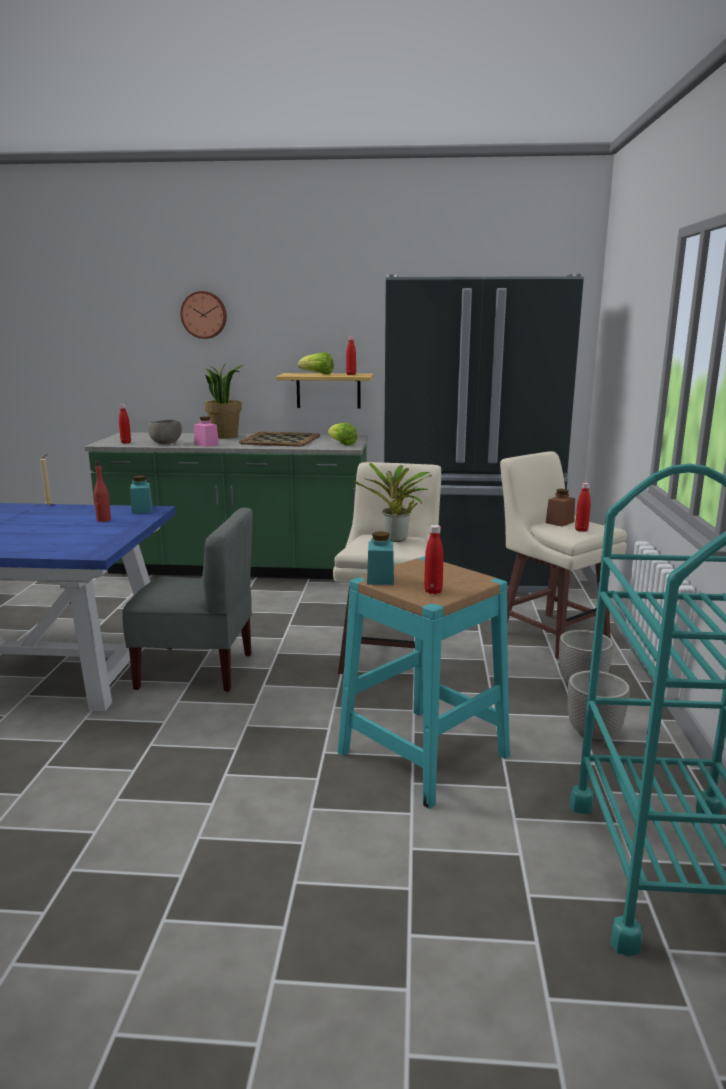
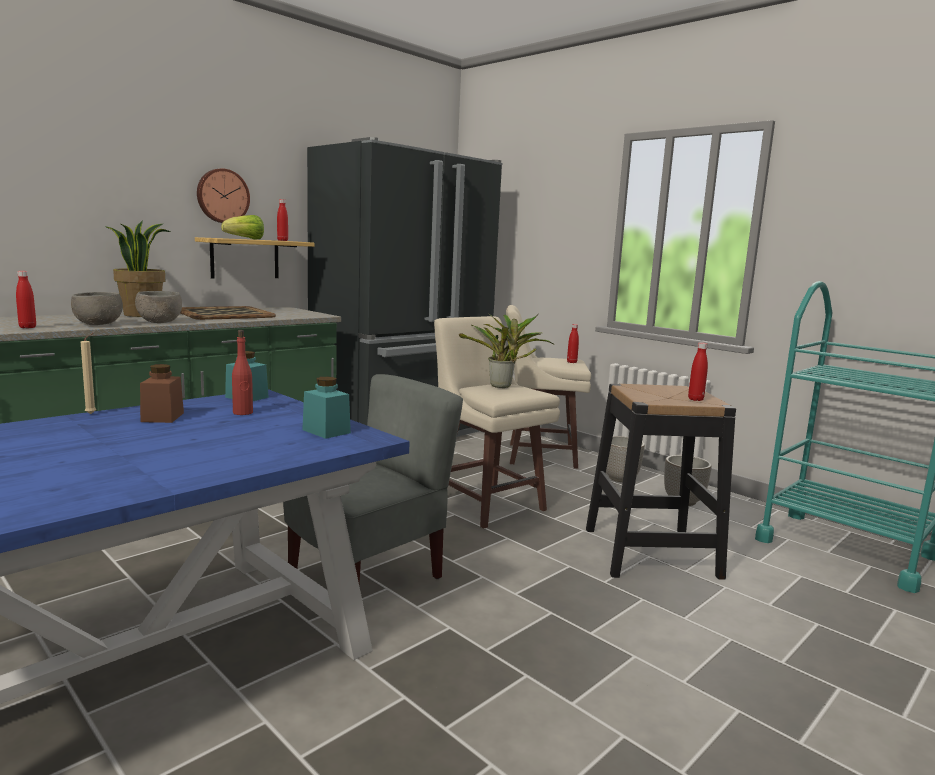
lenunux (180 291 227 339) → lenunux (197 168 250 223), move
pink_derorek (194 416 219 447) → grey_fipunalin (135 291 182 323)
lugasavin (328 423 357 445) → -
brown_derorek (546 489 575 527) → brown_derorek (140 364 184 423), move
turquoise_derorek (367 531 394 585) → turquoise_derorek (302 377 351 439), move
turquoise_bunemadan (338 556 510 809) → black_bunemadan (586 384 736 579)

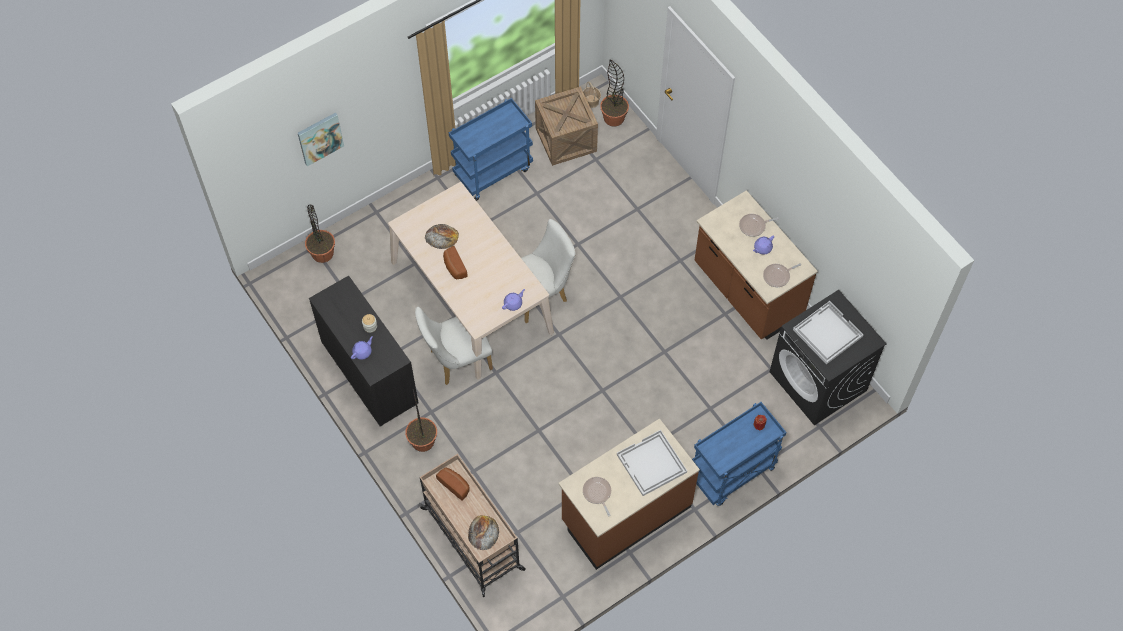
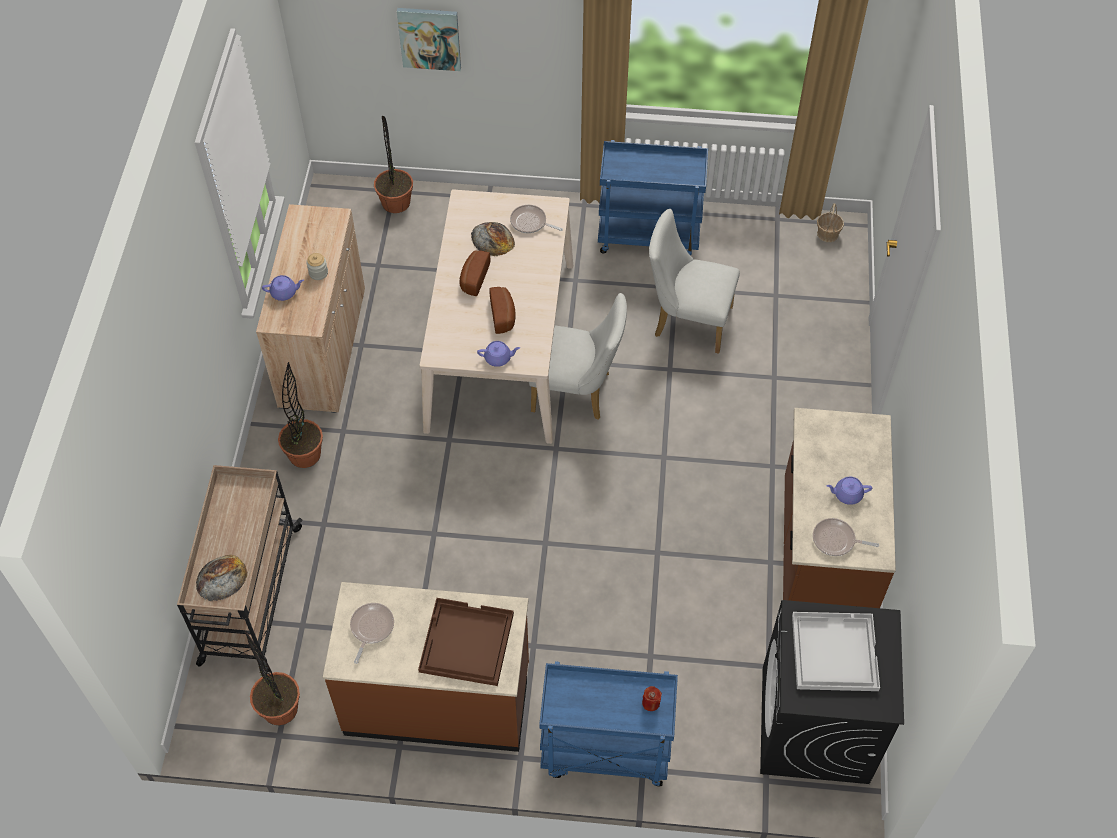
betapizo (600 59 629 127) → betapizo (245 631 300 725), move
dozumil (535 86 598 166) → -
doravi (739 214 779 237) → doravi (510 205 563 233), move
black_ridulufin (309 276 418 427) → beige_ridulufin (256 204 365 413)
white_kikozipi (415 307 493 385) → white_kikozipi (649 209 740 354), move
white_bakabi (617 430 687 496) → brown_bakabi (418 598 514 686)
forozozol (436 468 470 501) → forozozol (489 287 516 334), move

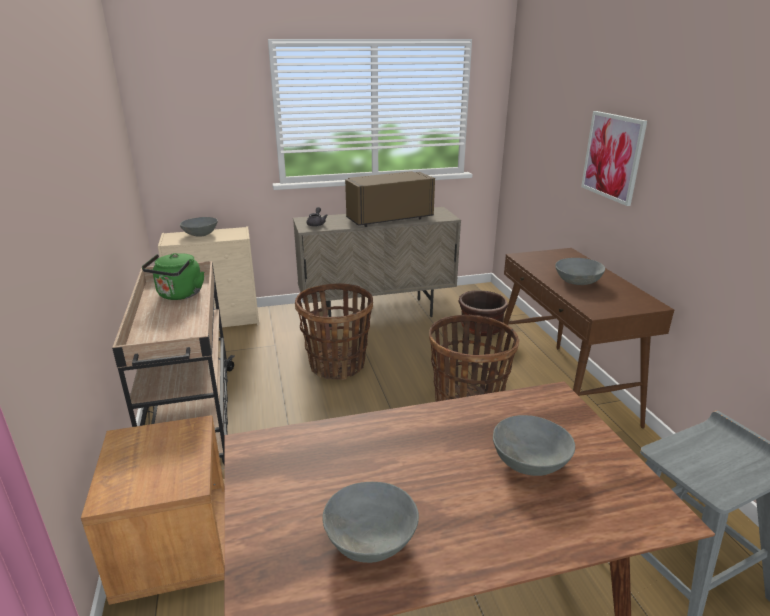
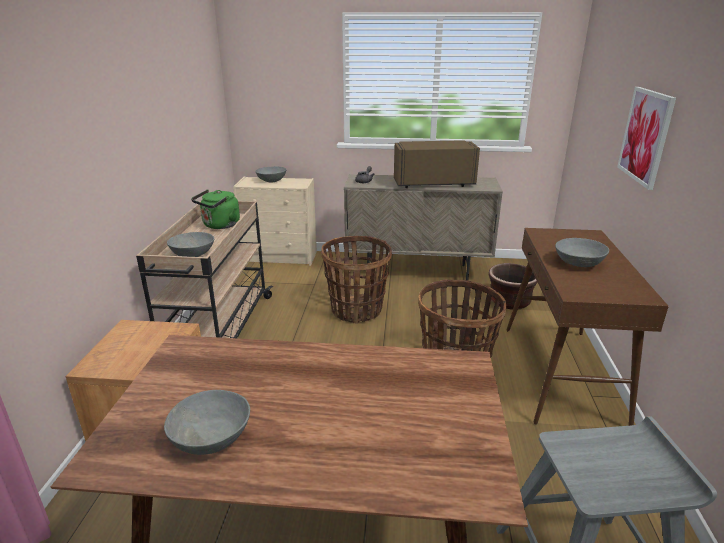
grey_fipunalin (493 415 575 476) → grey_fipunalin (167 232 214 257), move

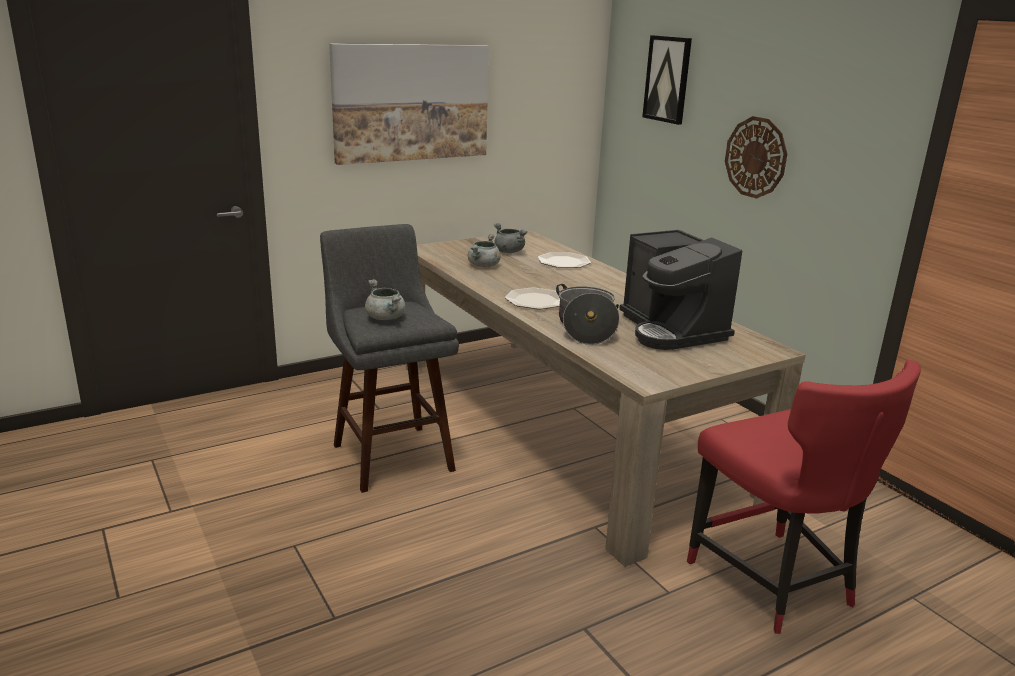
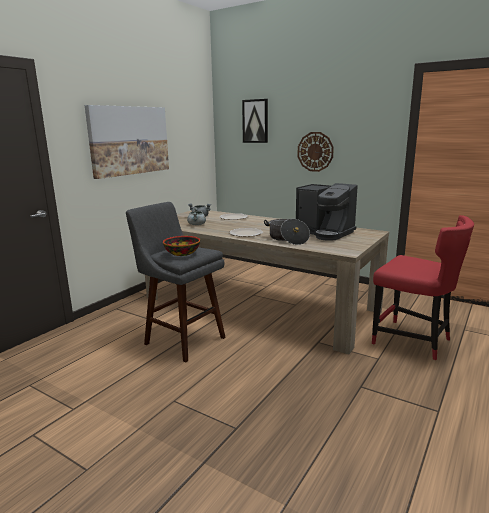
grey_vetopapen (365 279 405 320) → fipunalin (163 236 200 256)

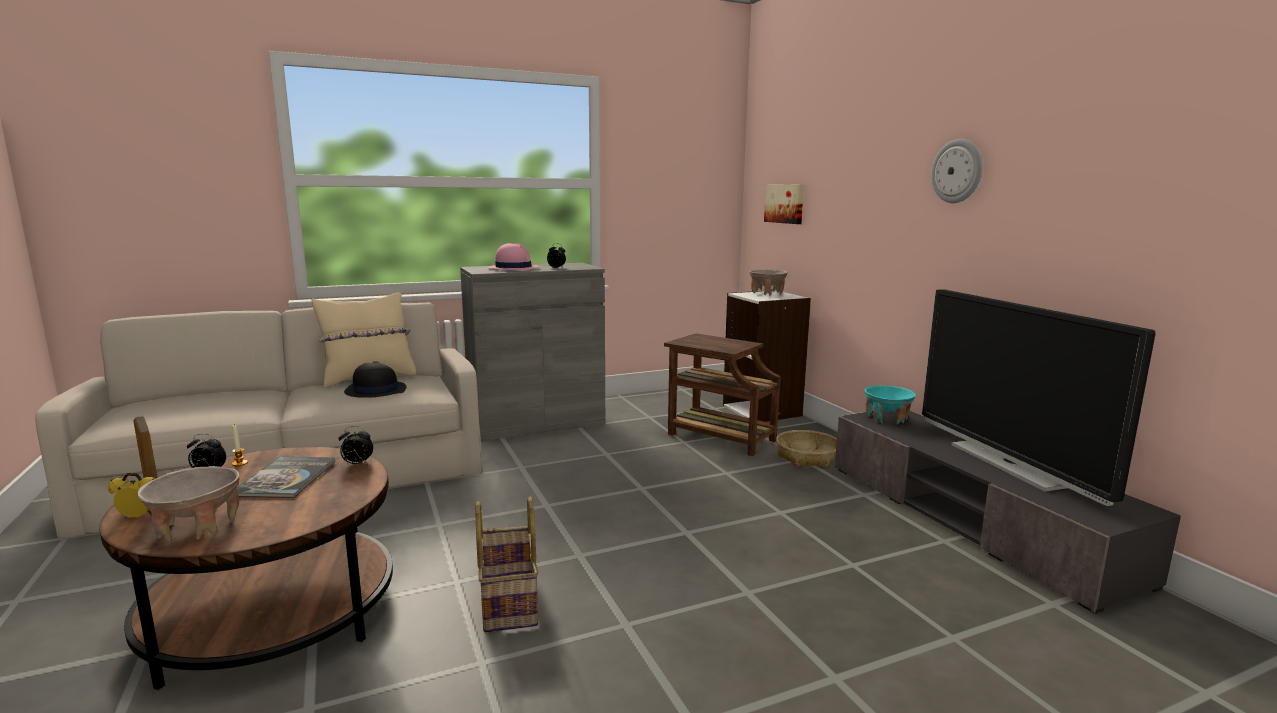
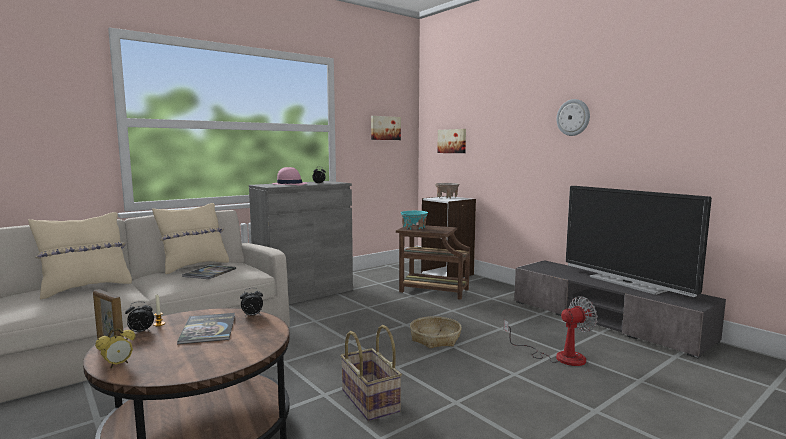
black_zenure (344 361 407 398) → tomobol (182 265 236 279)
turquoise_fipunalin (865 386 916 425) → turquoise_fipunalin (401 211 428 230), move
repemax (776 430 837 467) → repemax (410 316 462 348), move
beige_fipunalin (137 466 239 542) → -
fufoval (108 473 156 517) → fufoval (95 328 135 368), 150 degrees clockwise
- → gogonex (371 116 401 140)
- → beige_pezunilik (28 212 132 300)
- → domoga (504 296 598 366)

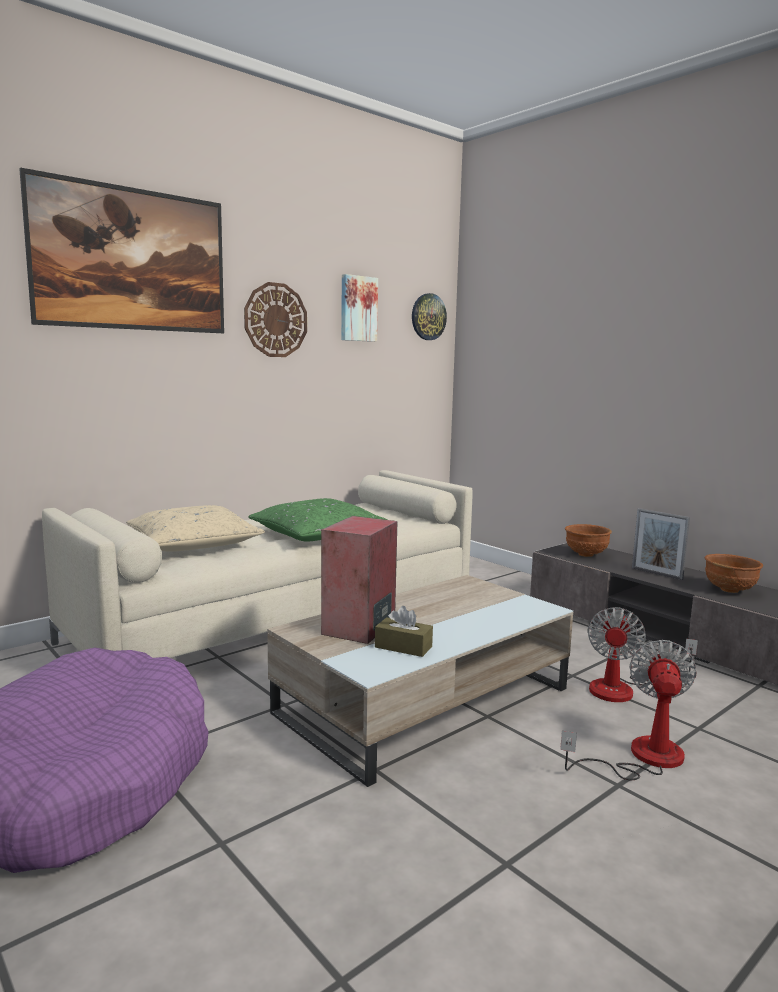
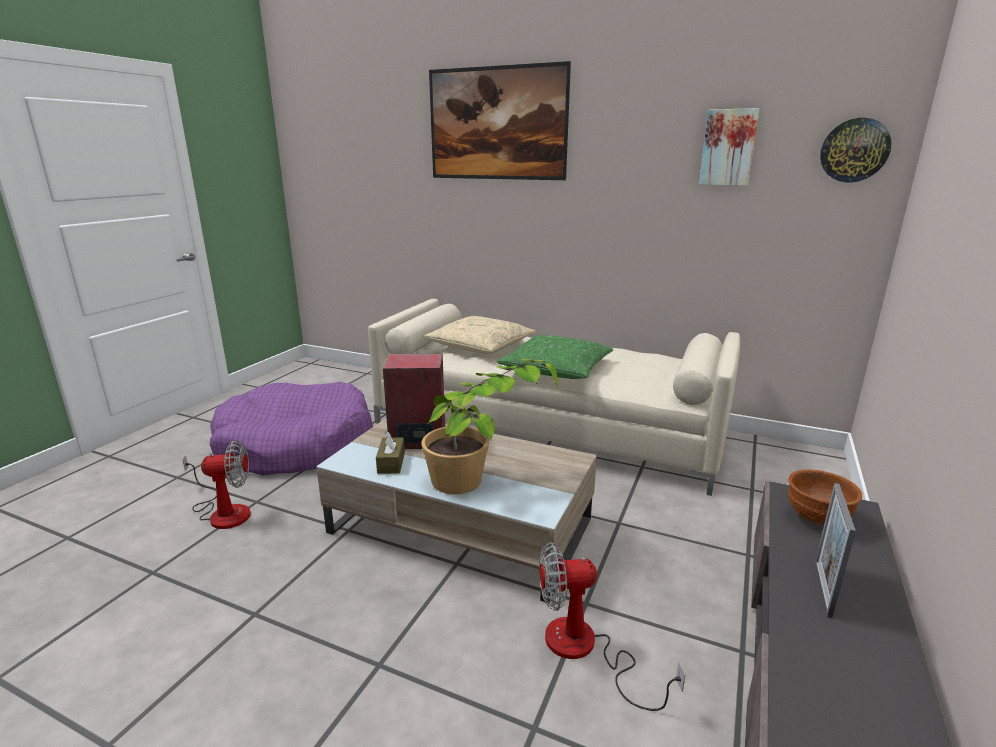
lenunux (244 282 307 357) → -
brown_fipunalin (705 554 763 593) → -
domoga (560 640 697 780) → domoga (182 440 251 529), move
- → betapizo (421 359 558 494)

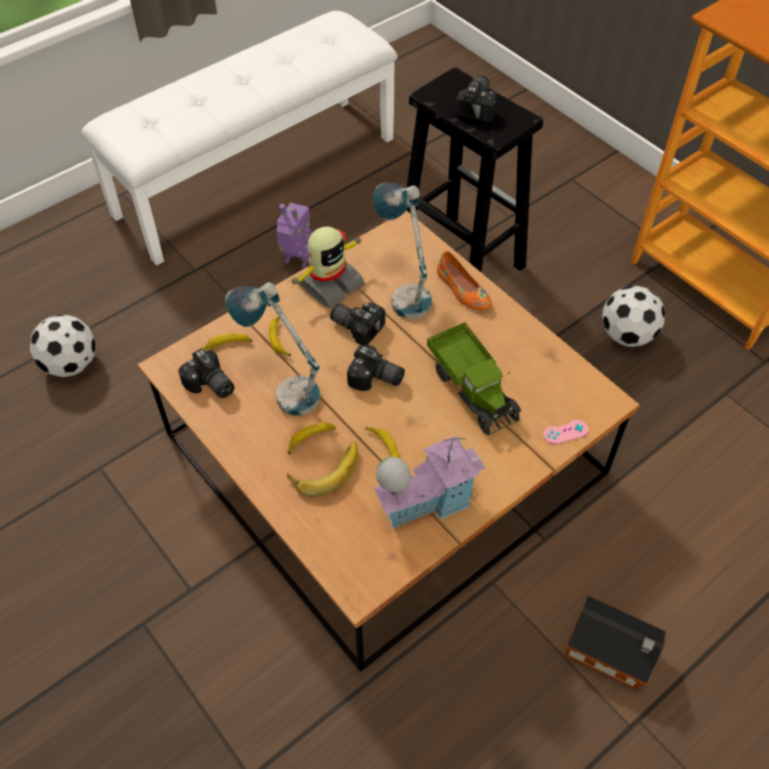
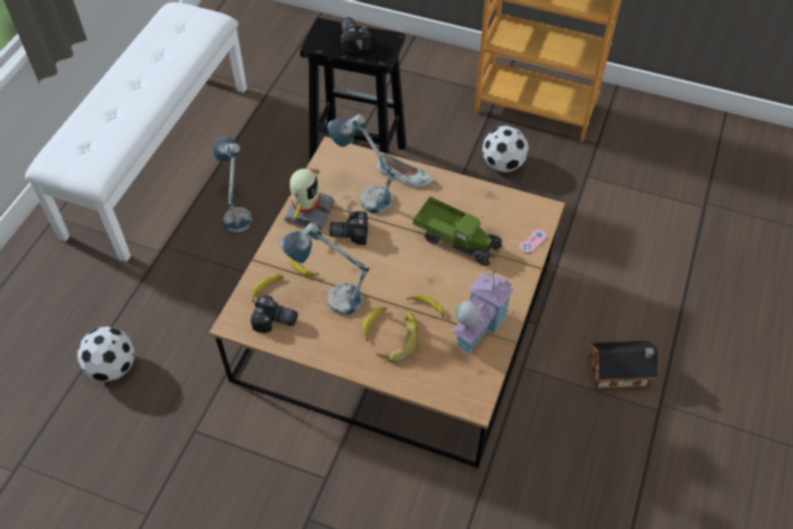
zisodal (277 203 312 268) → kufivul (213 137 252 232)
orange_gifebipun (437 251 492 310) → white_gifebipun (377 153 432 187)
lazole (347 345 405 391) → -

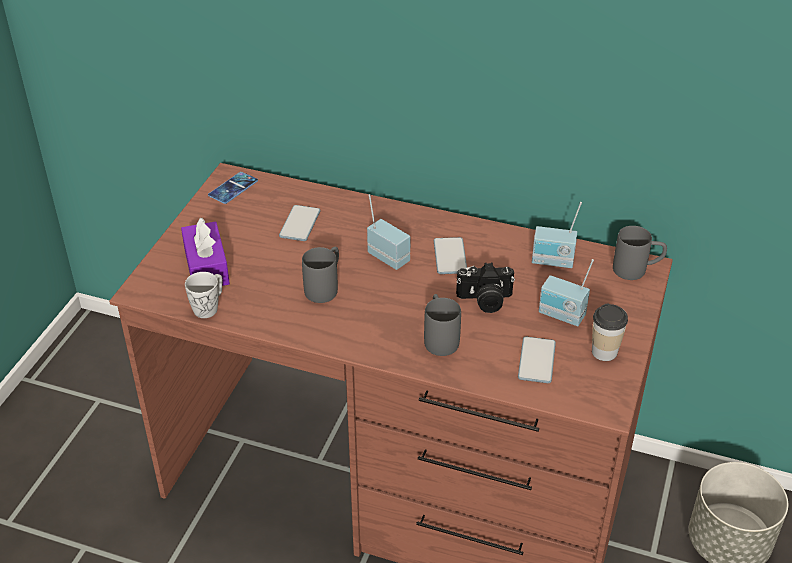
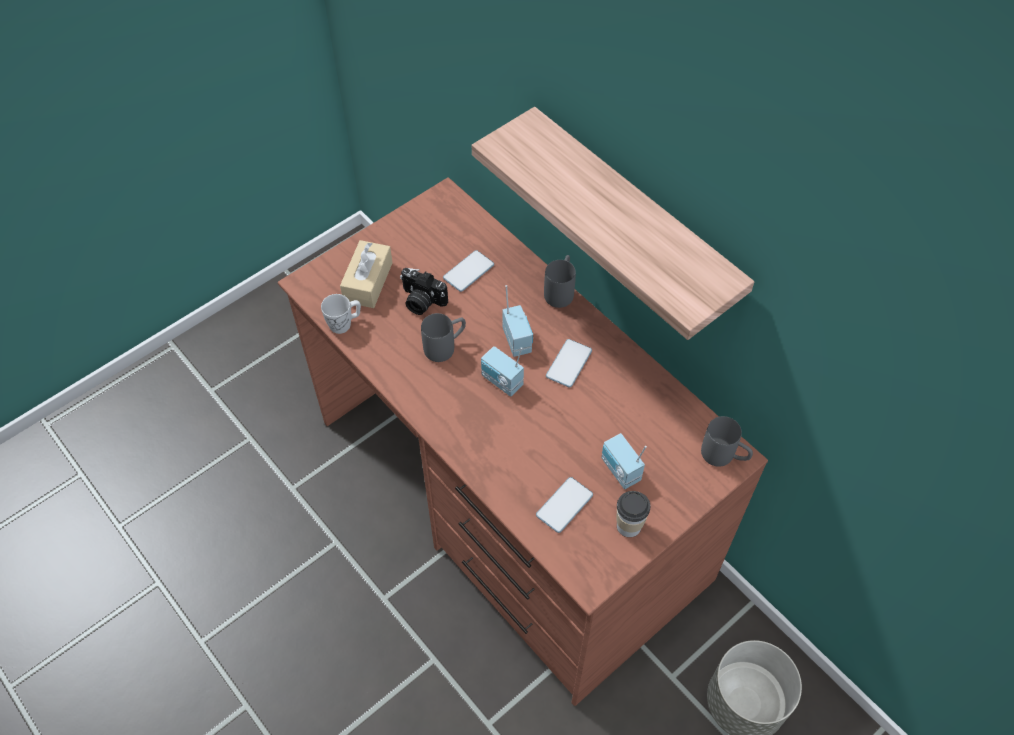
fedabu (208 172 258 204) → -
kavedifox (532 202 582 268) → kavedifox (481 346 524 397), move
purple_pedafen (181 218 230 286) → beige_pedafen (340 240 393 308)
lazole (456 262 515 313) → lazole (400 268 448 315), move
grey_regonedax (424 294 461 356) → grey_regonedax (544 255 576 308), move
- → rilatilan (472 107 755 340)

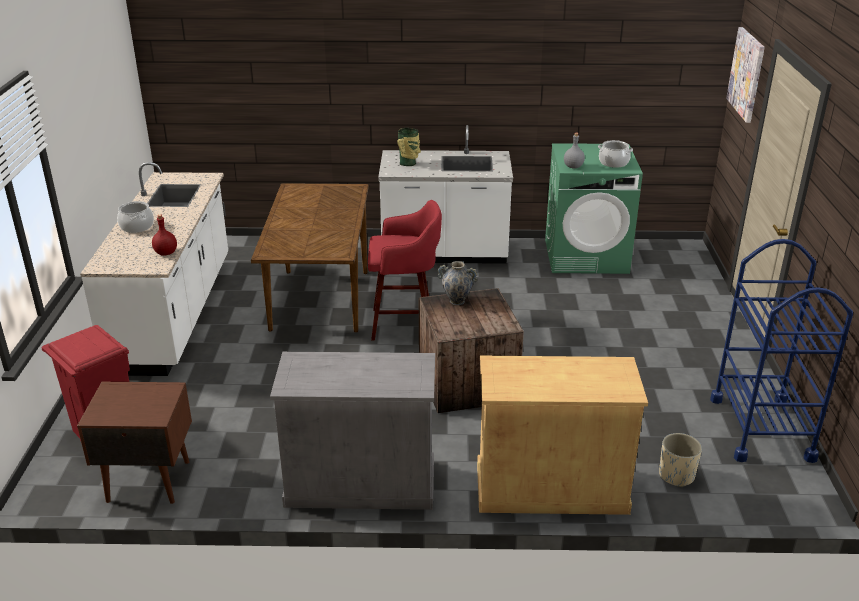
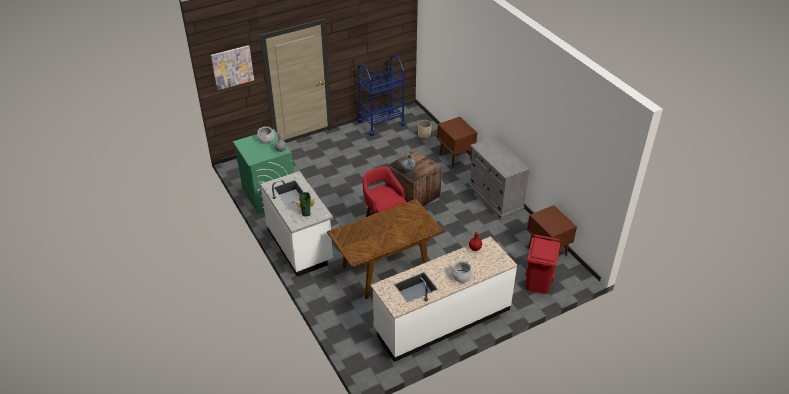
beige_ridulufin (477 356 648 515) → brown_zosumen (437 117 477 168)

